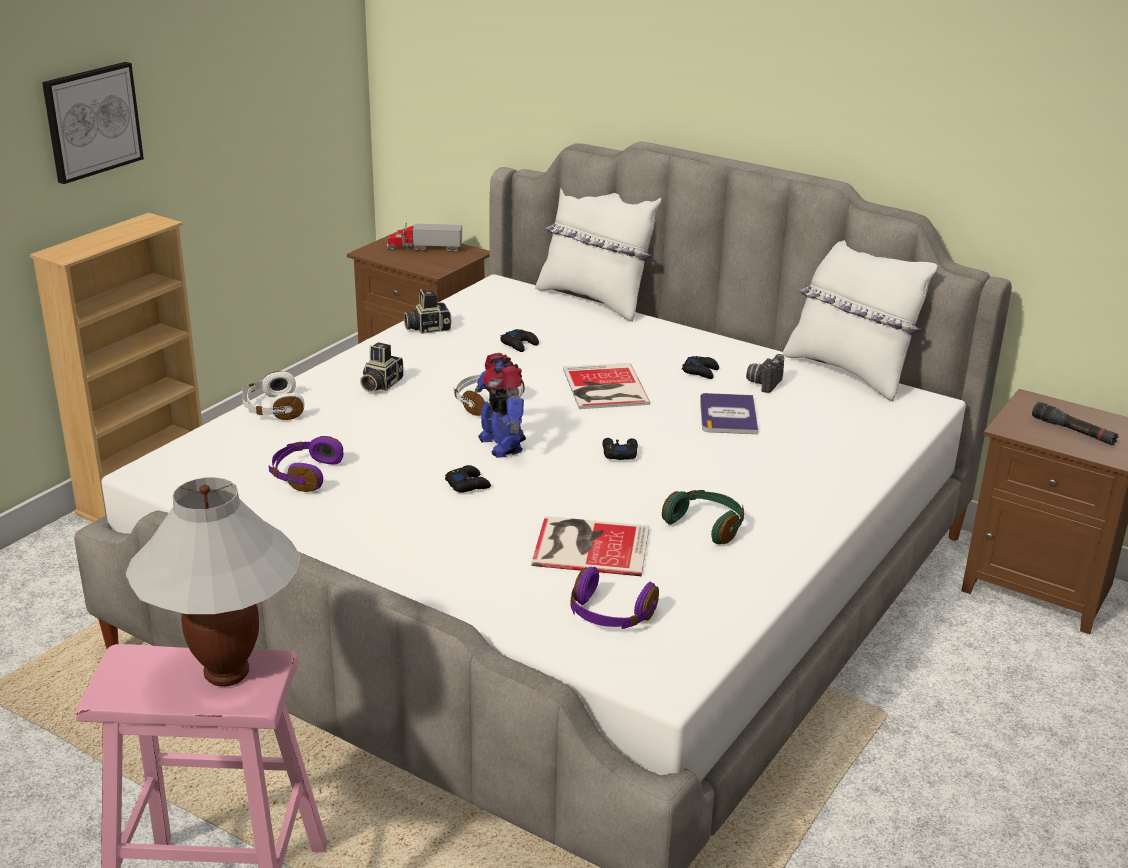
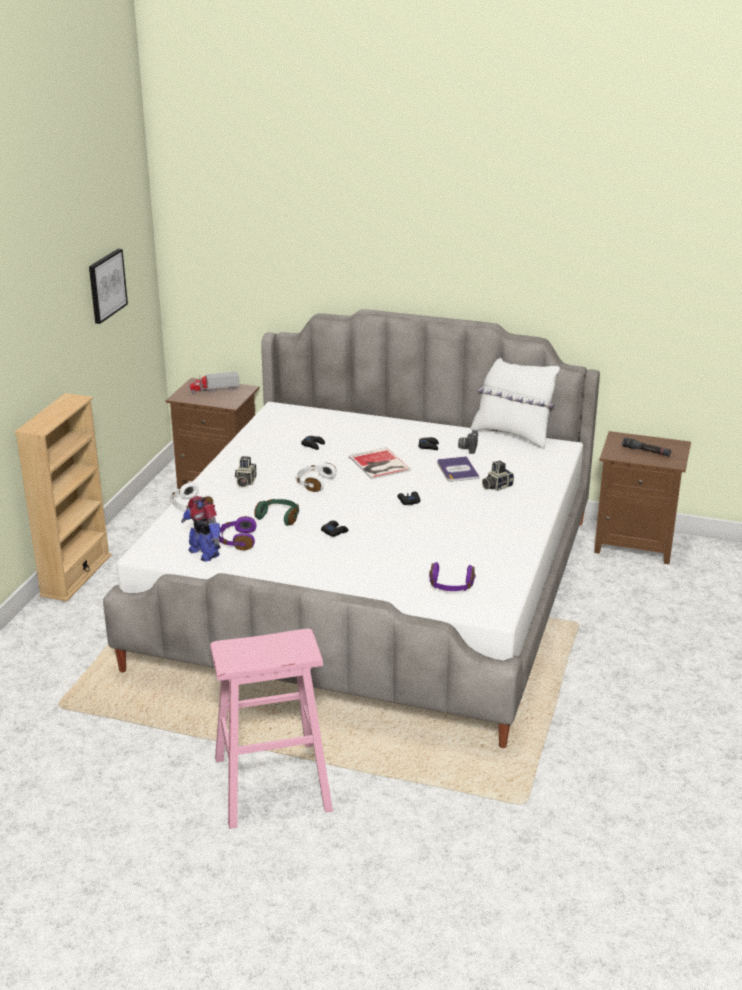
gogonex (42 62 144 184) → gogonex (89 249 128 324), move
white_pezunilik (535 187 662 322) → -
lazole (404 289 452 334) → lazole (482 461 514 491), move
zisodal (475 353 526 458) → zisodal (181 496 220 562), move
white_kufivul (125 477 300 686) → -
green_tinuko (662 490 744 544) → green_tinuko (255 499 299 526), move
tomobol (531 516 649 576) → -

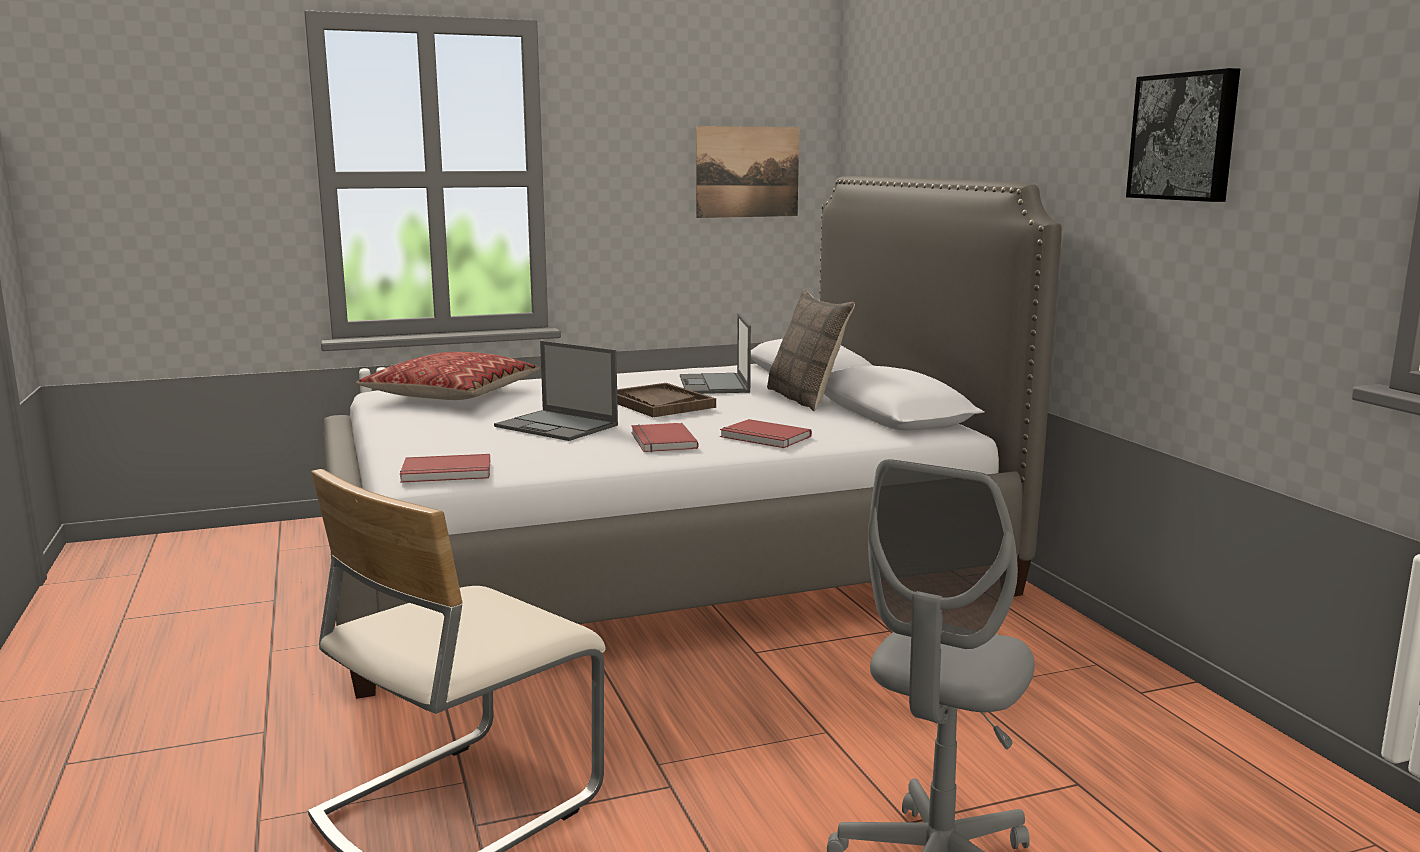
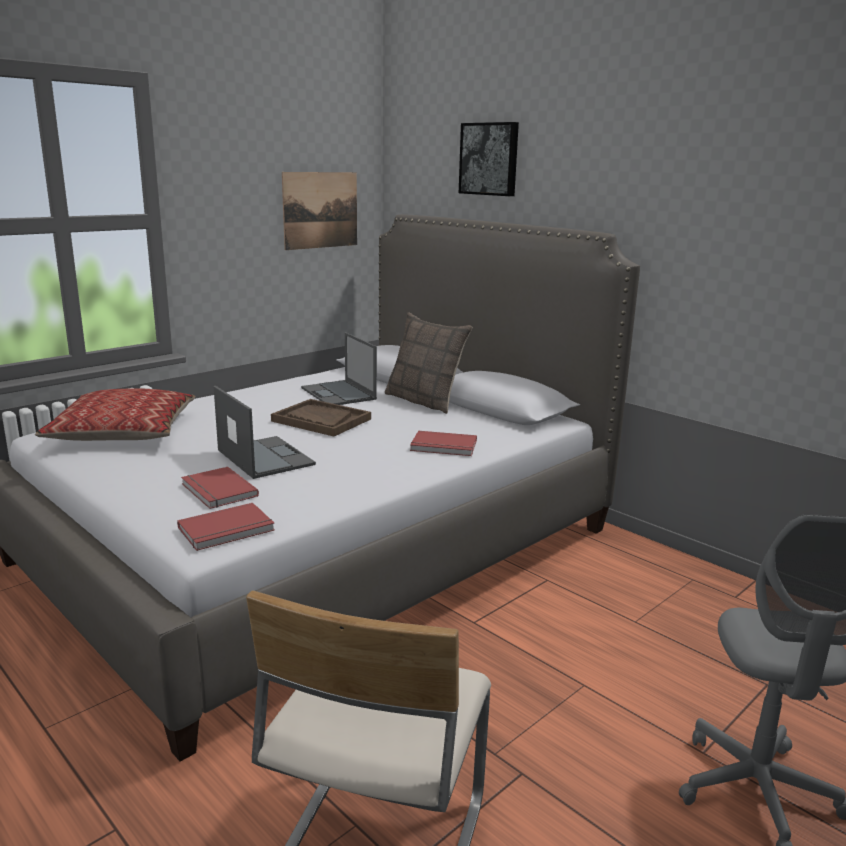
gogonex (1126 68 1240 202) → gogonex (459 122 519 196), move
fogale (494 341 618 441) → fogale (214 386 316 479), 135 degrees counterclockwise
red_tomobol (631 423 698 452) → red_tomobol (181 467 259 509), move

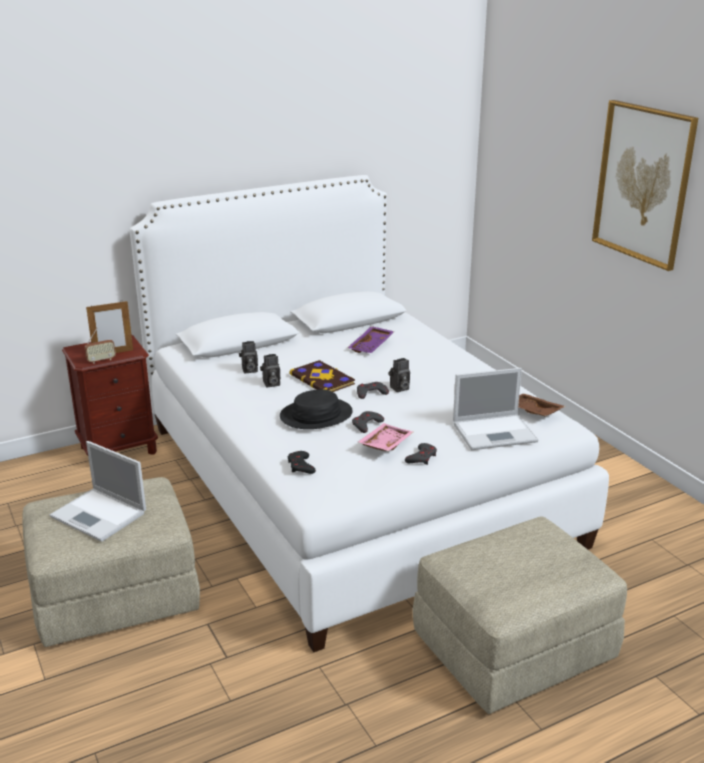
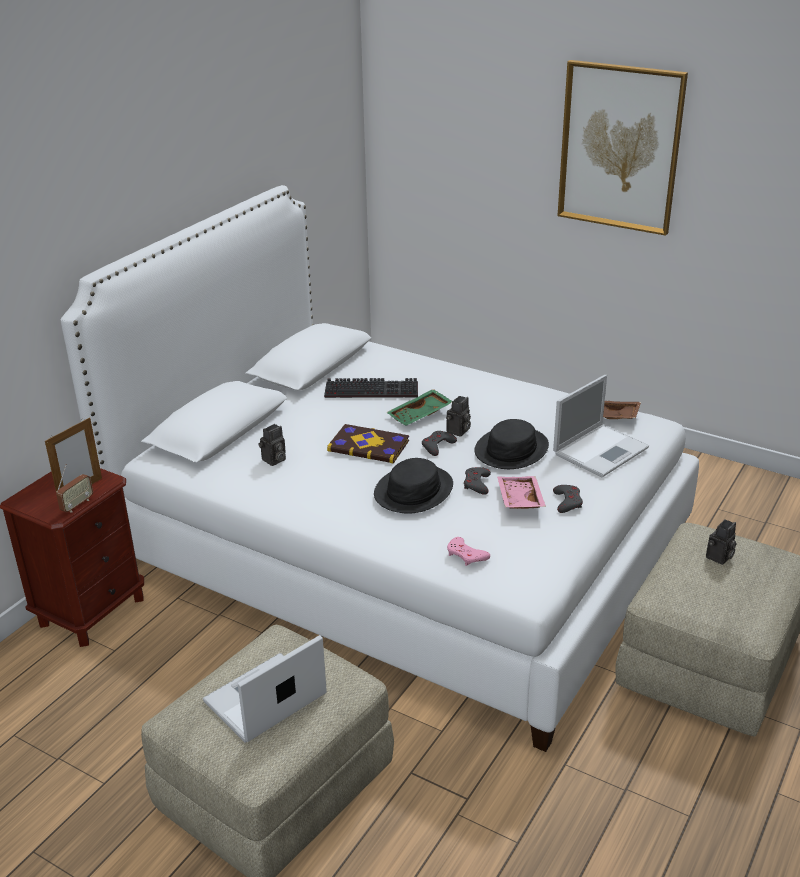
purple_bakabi (347 326 395 353) → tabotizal (324 378 418 398)
lazole (260 354 280 388) → lazole (706 520 736 565), move
fogale (50 441 146 542) → fogale (203 635 327 743), 135 degrees clockwise
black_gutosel (288 451 316 474) → pink_gutosel (447 537 490 566)
- → green_bakabi (386 389 452 426)
- → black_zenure (475 419 549 469)

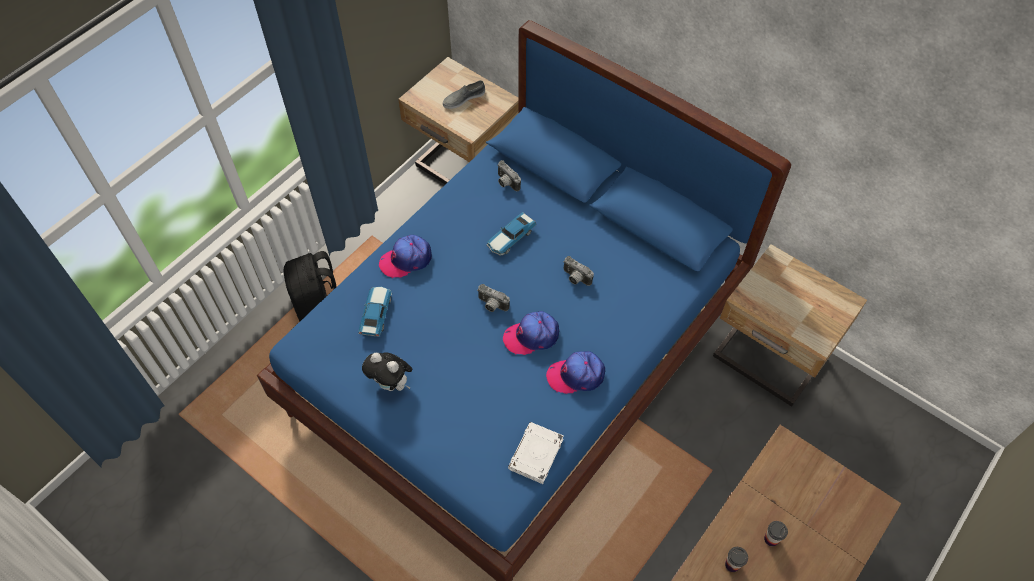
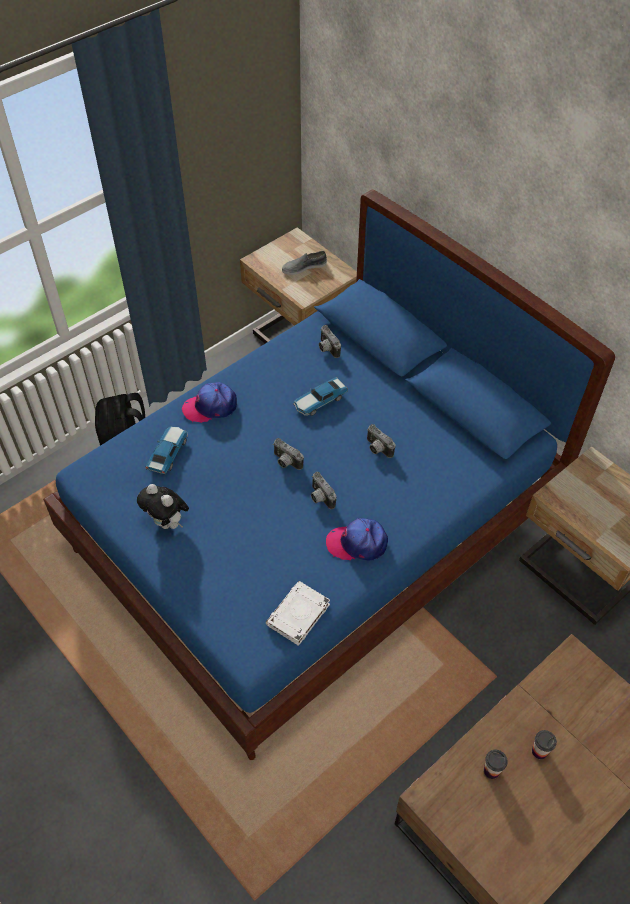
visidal (503 311 559 355) → lazole (311 472 337 509)

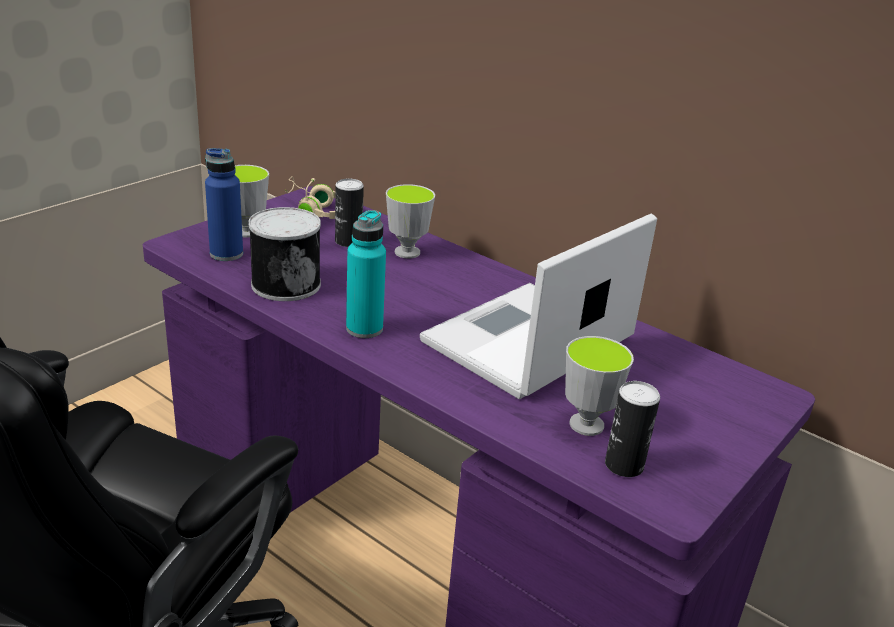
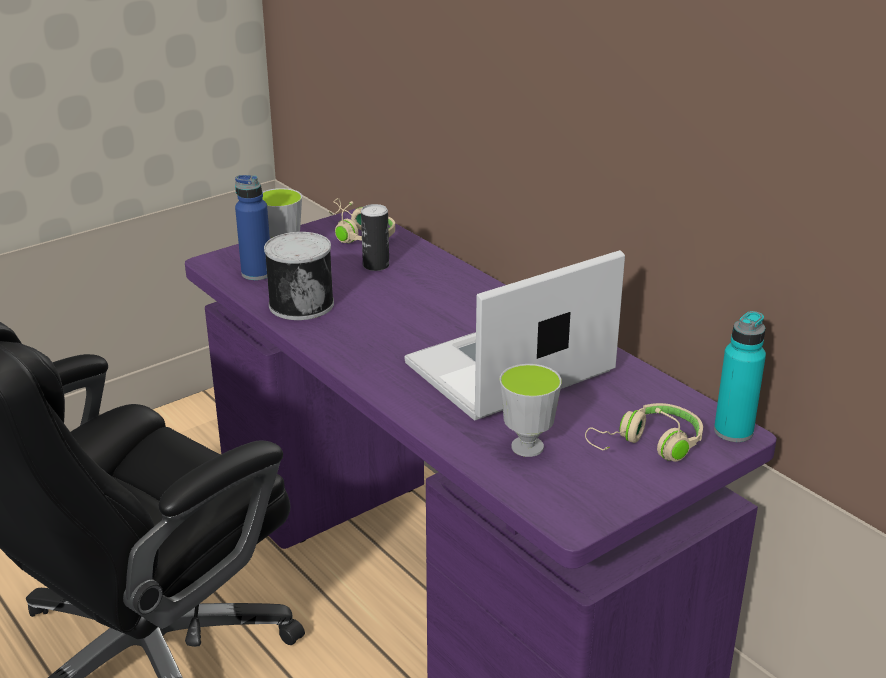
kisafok (386 184 435 259) → -
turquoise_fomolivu (346 210 386 338) → turquoise_fomolivu (714 311 766 442), move
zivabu (605 381 660 477) → -
- → beige_tinuko (585 403 703 462)

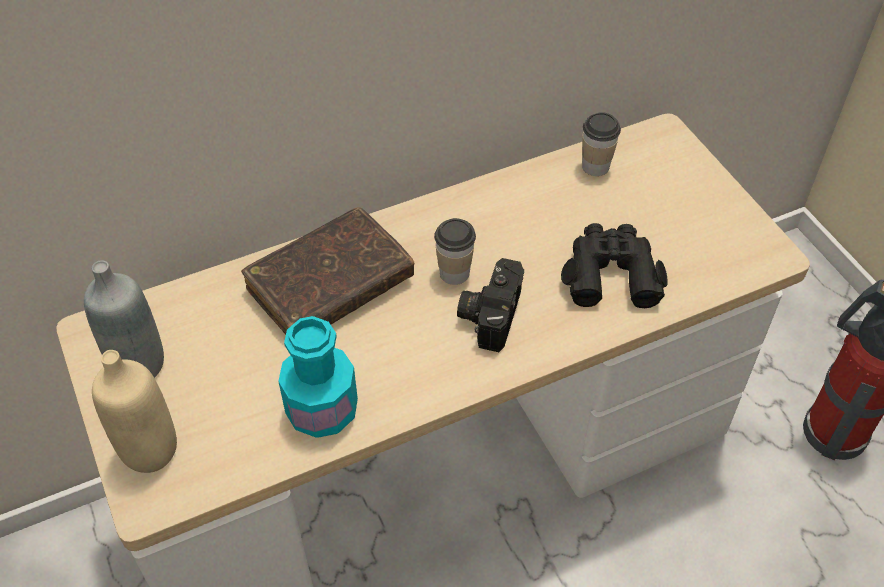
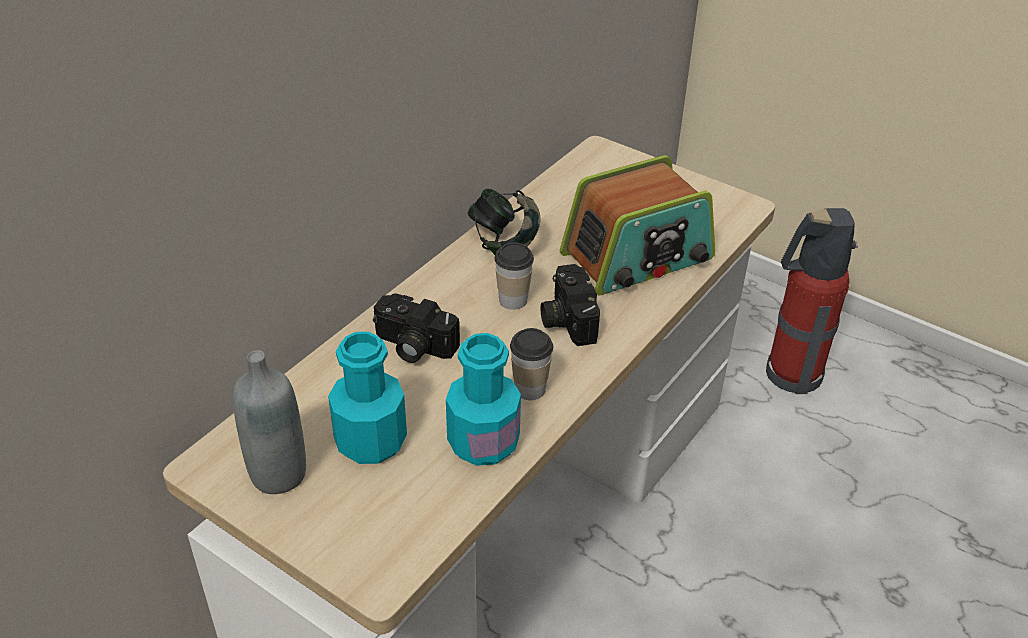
kisafok (582 112 621 176) → kisafok (510 328 553 400), move
brown_tomobol (241 207 414 334) → lazole (373 293 460 363)
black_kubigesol (561 223 668 308) → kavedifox (560 155 715 296)
beige_fomolivu (92 350 177 473) → -
- → tinuko (467 189 541 255)
- → turquoise_fomolivu (328 332 407 464)

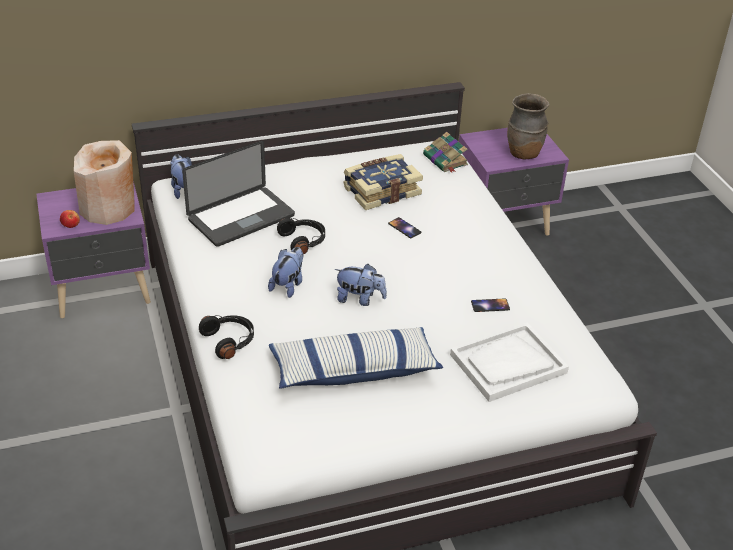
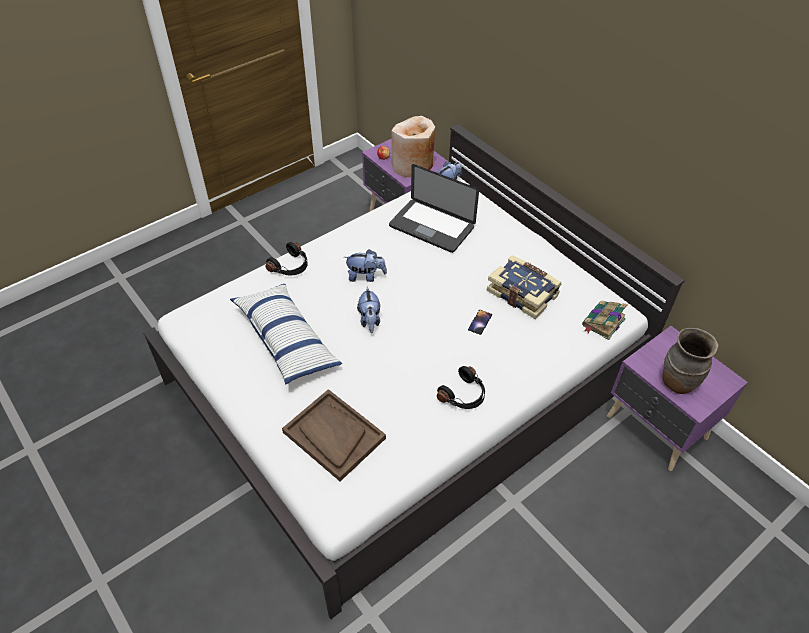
black_tinuko (277 218 325 254) → black_tinuko (437 366 485 409), move
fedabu (471 298 510 312) → -
white_bakabi (450 322 569 402) → brown_bakabi (282 389 386 481)

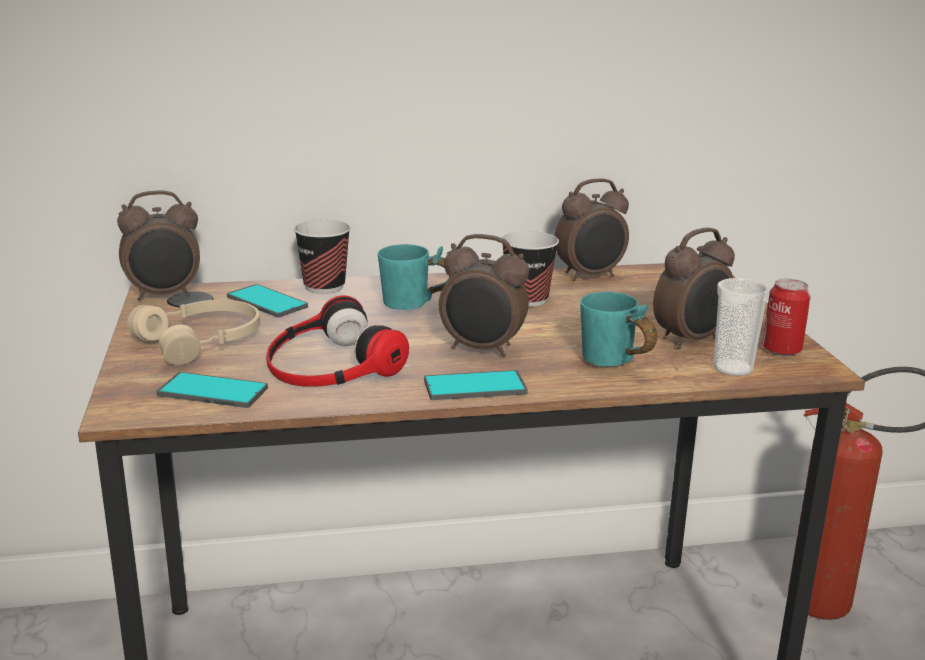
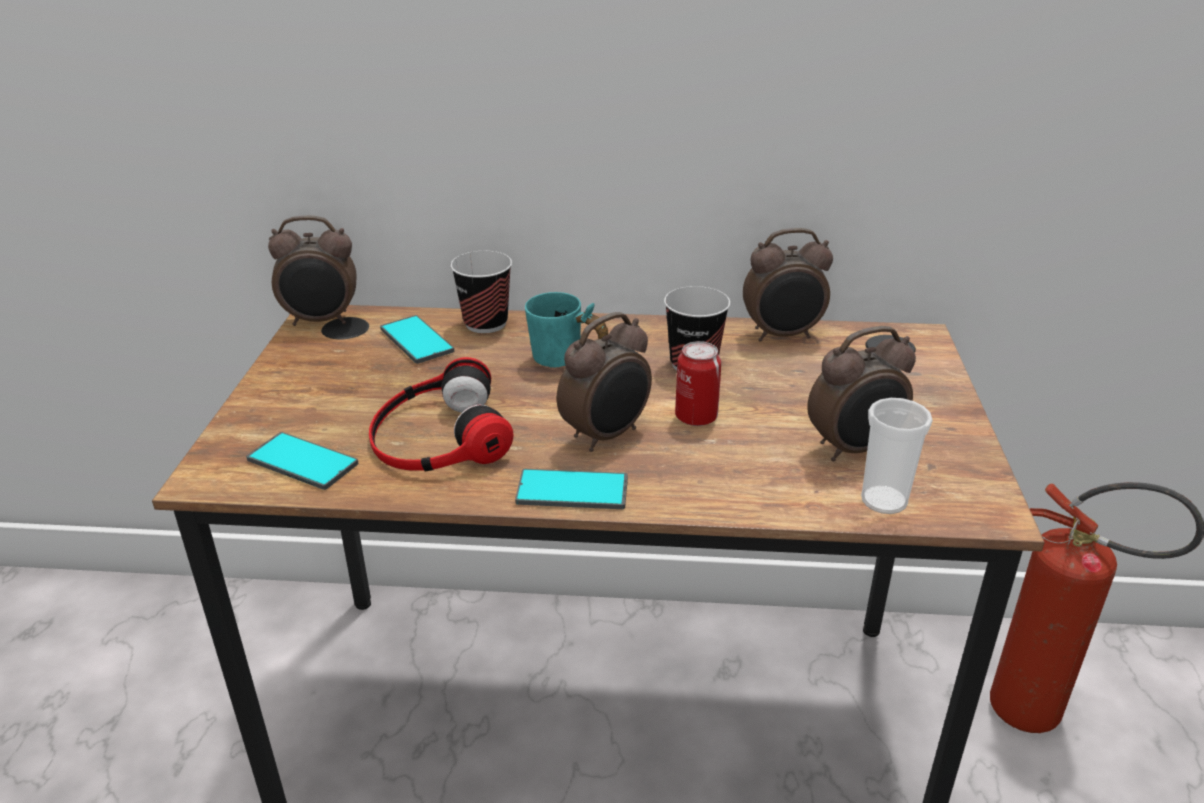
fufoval (439 234 529 357) → fufoval (557 312 652 452), 75 degrees counterclockwise
zivabu (762 278 810 356) → zivabu (675 341 721 426), move
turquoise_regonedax (580 292 657 366) → -
beige_tinuko (127 300 260 366) → -

